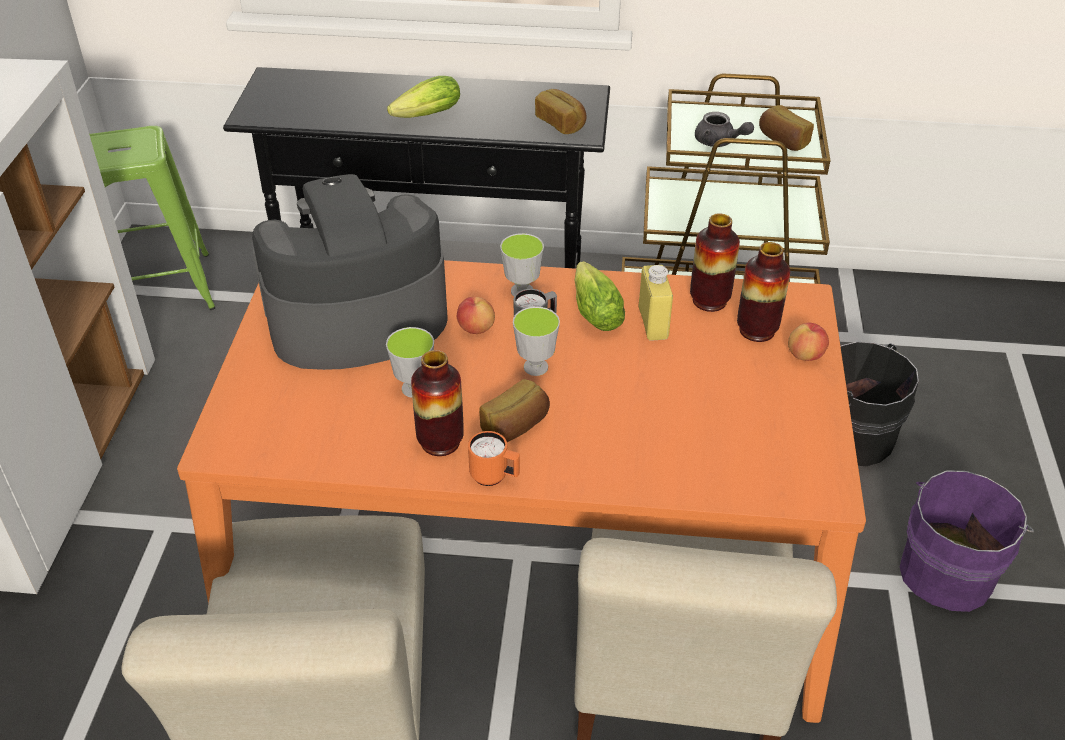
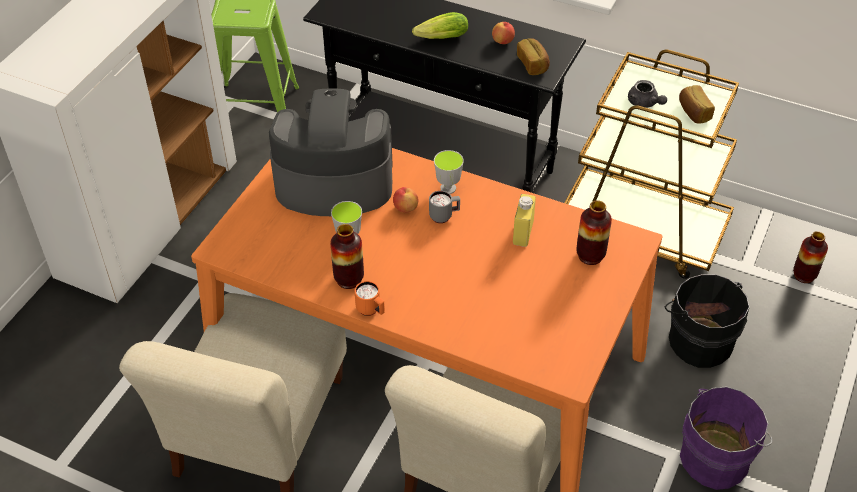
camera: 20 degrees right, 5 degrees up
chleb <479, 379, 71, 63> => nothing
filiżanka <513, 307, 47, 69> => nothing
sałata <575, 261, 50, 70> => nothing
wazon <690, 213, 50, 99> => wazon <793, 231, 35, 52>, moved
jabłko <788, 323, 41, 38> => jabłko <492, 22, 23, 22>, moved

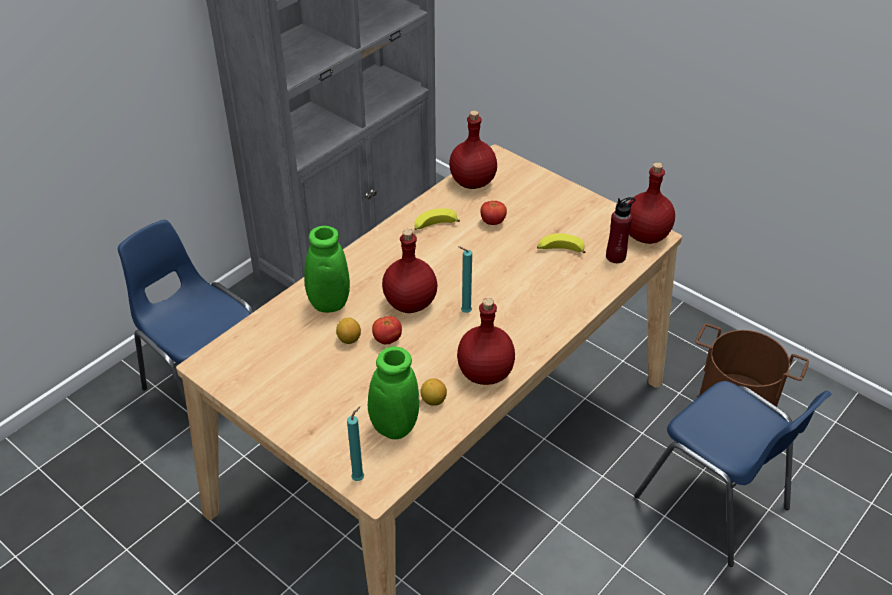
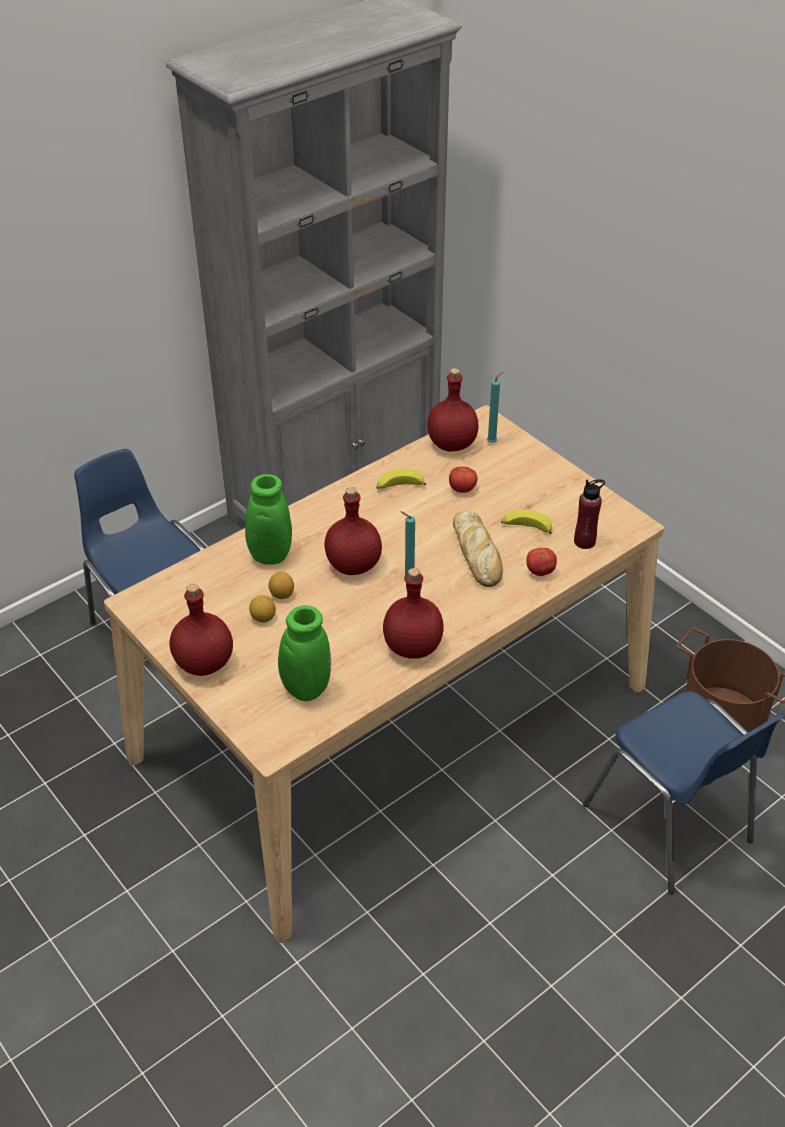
camera: 10 degrees right, 0 degrees up
świeca (turkusowy) <347, 406, 17, 75> => świeca (turkusowy) <487, 372, 16, 71>, moved
pomidor <372, 316, 30, 28> => pomidor <526, 548, 31, 28>, moved
cytryna <420, 378, 27, 28> => cytryna <249, 595, 27, 27>, moved
butelka (czerwony) <628, 162, 47, 82> => butelka (czerwony) <170, 584, 63, 92>, moved
nothing => chleb <453, 511, 50, 76>

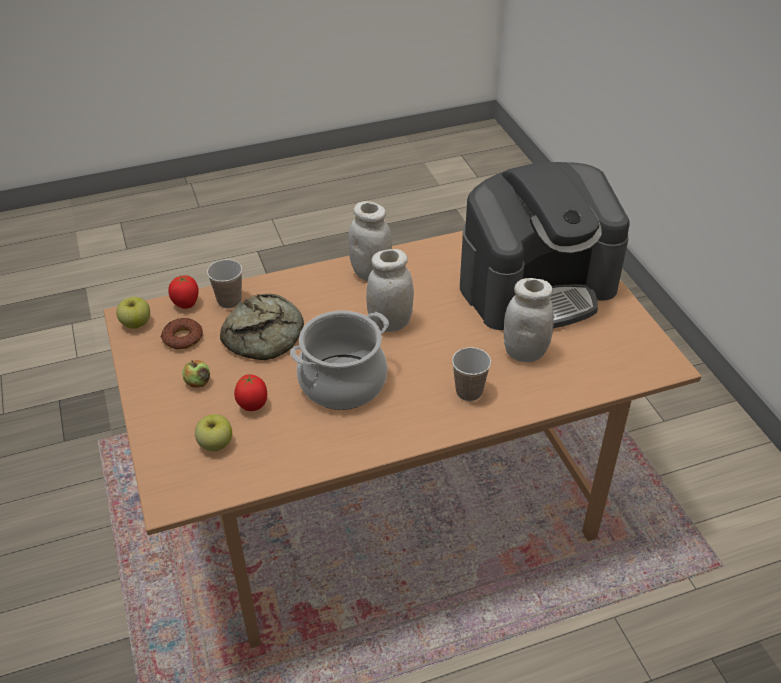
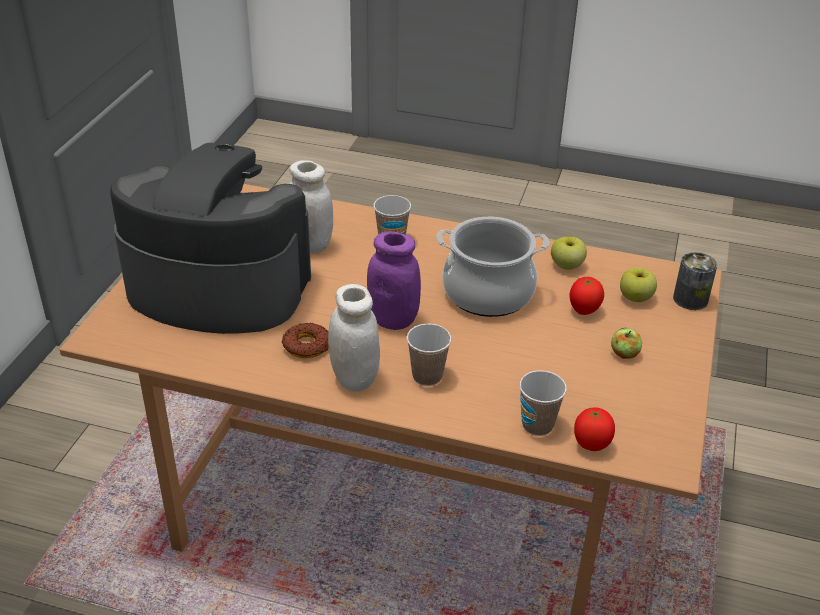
camera: 145 degrees left, 5 degrees down
jabłko <116, 297, 34, 32> => jabłko <551, 236, 36, 34>, moved
donut <161, 318, 42, 31> => donut <282, 323, 47, 35>, moved
chleb <220, 294, 84, 66> => nothing
słoik (biały) <366, 249, 48, 83> => słoik (fioletowy) <367, 231, 54, 99>
nothing => filiżanka <407, 324, 44, 62>
nothing => puszka <673, 252, 45, 58>

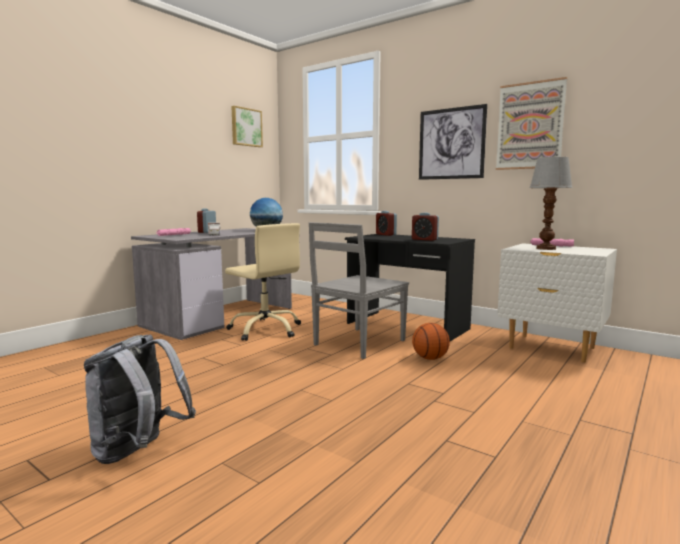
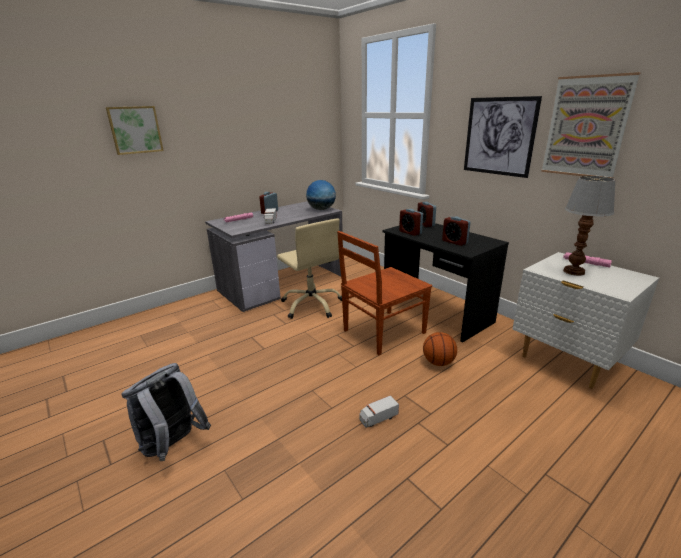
camera: 15 degrees right, 15 degrees up
obraz <231, 106, 32, 41> => obraz <106, 106, 58, 49>, moved
krzesło (szary) <309, 222, 100, 137> => krzesło (brązowy) <337, 231, 95, 124>
nothing => ciężarówka zabawkowa <359, 395, 40, 33>
nothing => budzik <399, 209, 24, 27>

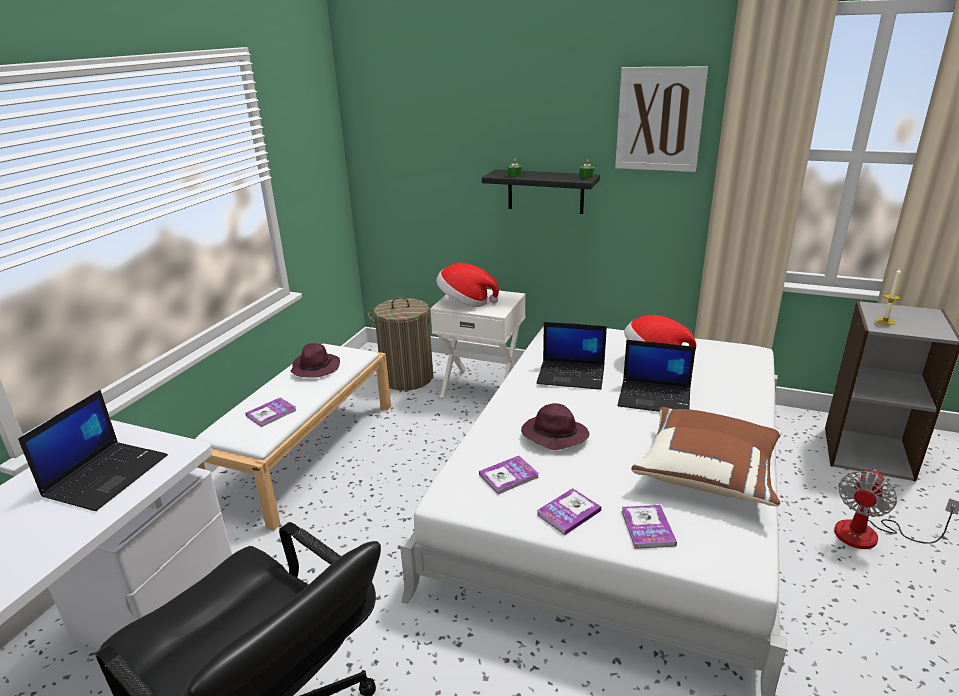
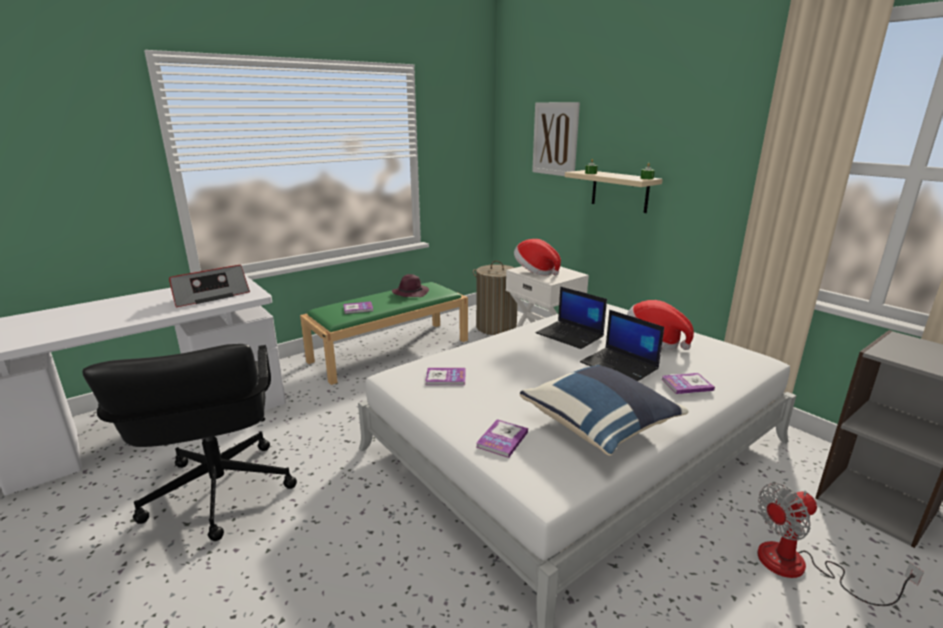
camera: 30 degrees right, 5 degrees down
laptop <18, 390, 150, 121> => radio <169, 265, 81, 42>
ławka (biały) <195, 343, 196, 188> => ławka (zielony) <300, 282, 168, 103>
półka (czarny) <482, 169, 118, 45> => półka (beżowy) <565, 170, 98, 43>
kapelusz (fioletowy) <521, 403, 68, 47> => nothing
książka <536, 488, 65, 47> => książka <661, 373, 54, 21>, moved
obraz <615, 67, 93, 105> => obraz <532, 102, 48, 74>, moved
poduszka (brązowy) <631, 407, 151, 100> => poduszka (niebieski) <520, 365, 169, 91>
świeca <875, 268, 26, 57> => nothing

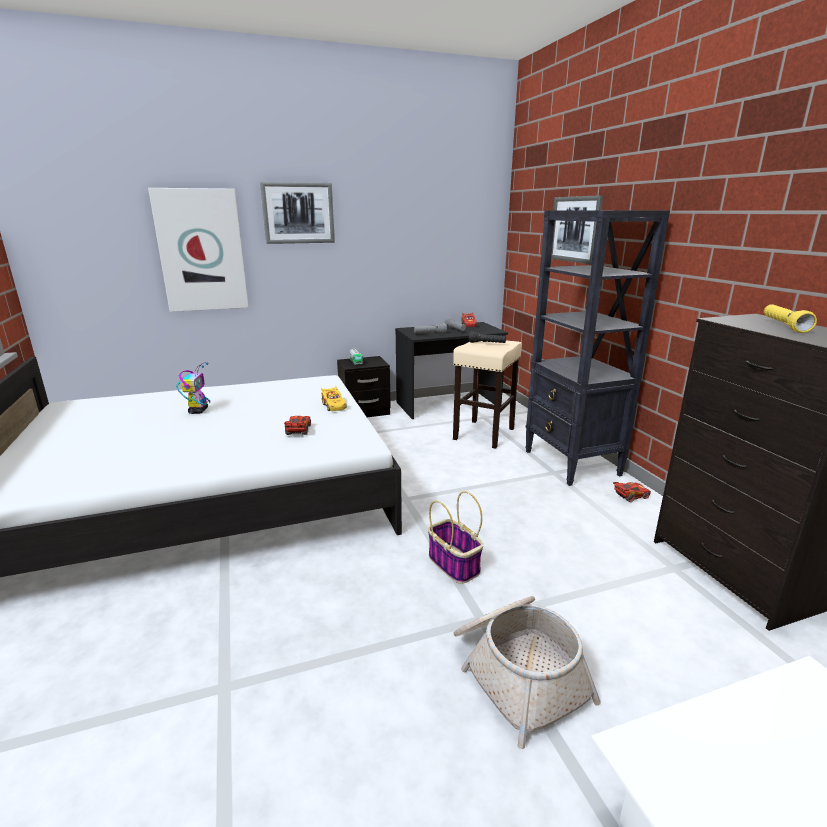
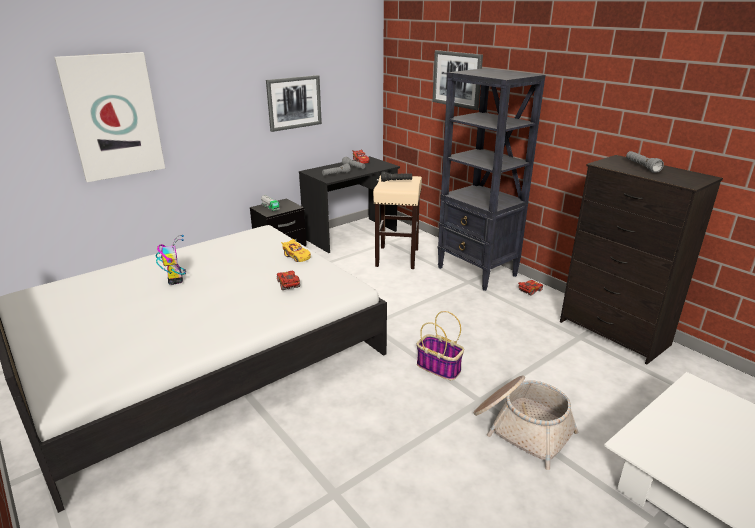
camera: 20 degrees left, 5 degrees up
obraz <260, 182, 75, 62> => obraz <266, 75, 56, 57>, moved
latarka (żółty) <764, 304, 53, 29> => latarka (szary) <626, 151, 38, 22>

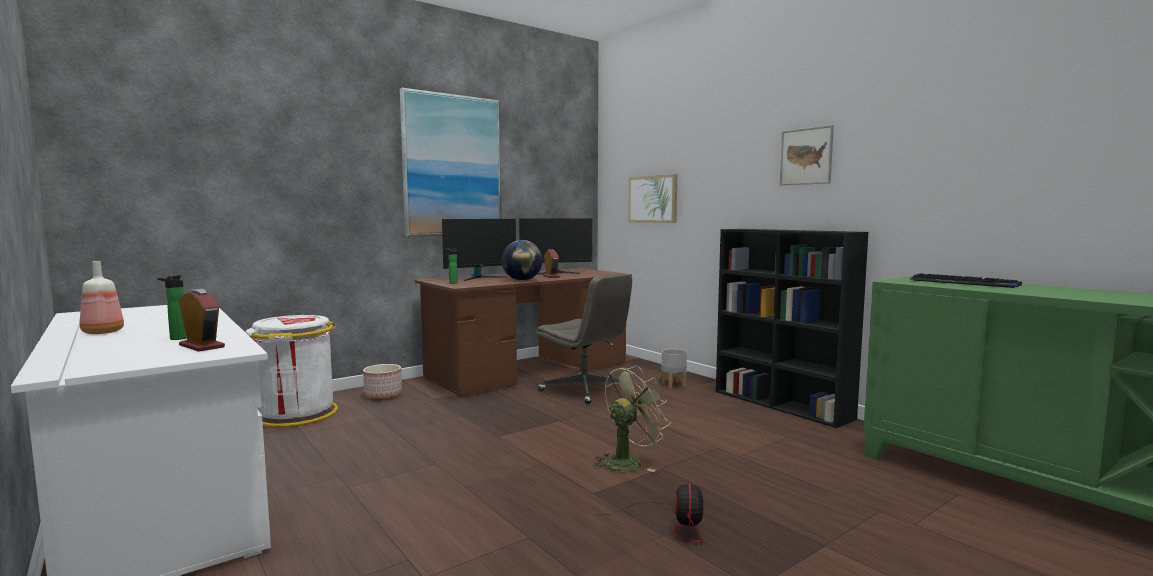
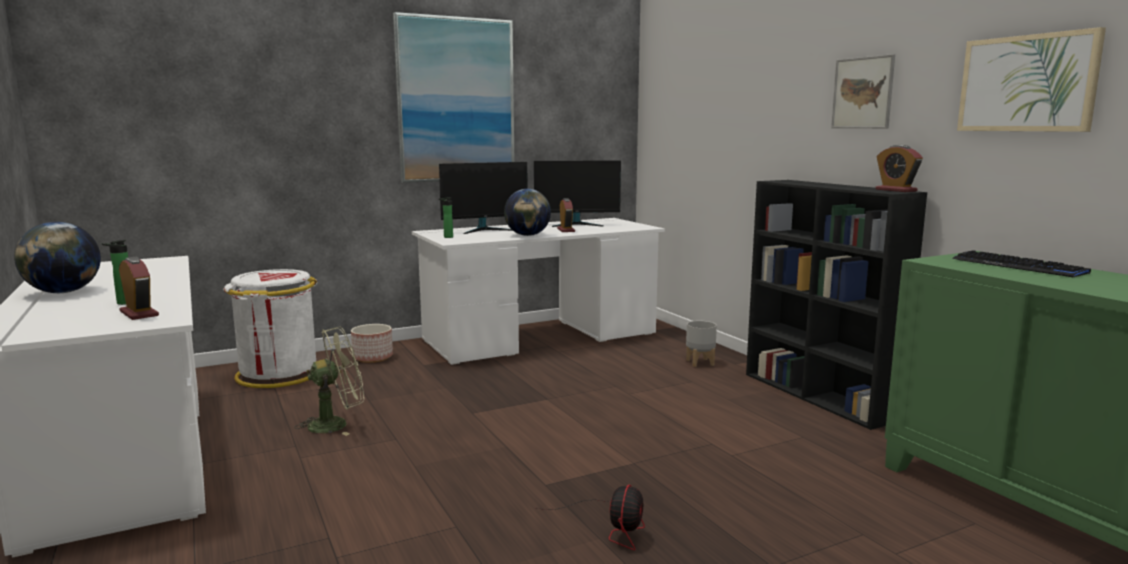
camera: 10 degrees right, 5 degrees up
butelka <80, 261, 44, 73> => globus <14, 222, 87, 71>
biurko (brązowy) <415, 268, 217, 129> => biurko (biały) <412, 218, 253, 147>
krzesło biurowe (szary) <537, 273, 95, 131> => nothing
wentylator (zielony) <592, 365, 79, 107> => wentylator (zielony) <295, 326, 69, 110>, moved
obraz <628, 174, 49, 49> => obraz <957, 27, 149, 105>, moved
nothing => budzik <875, 145, 48, 47>

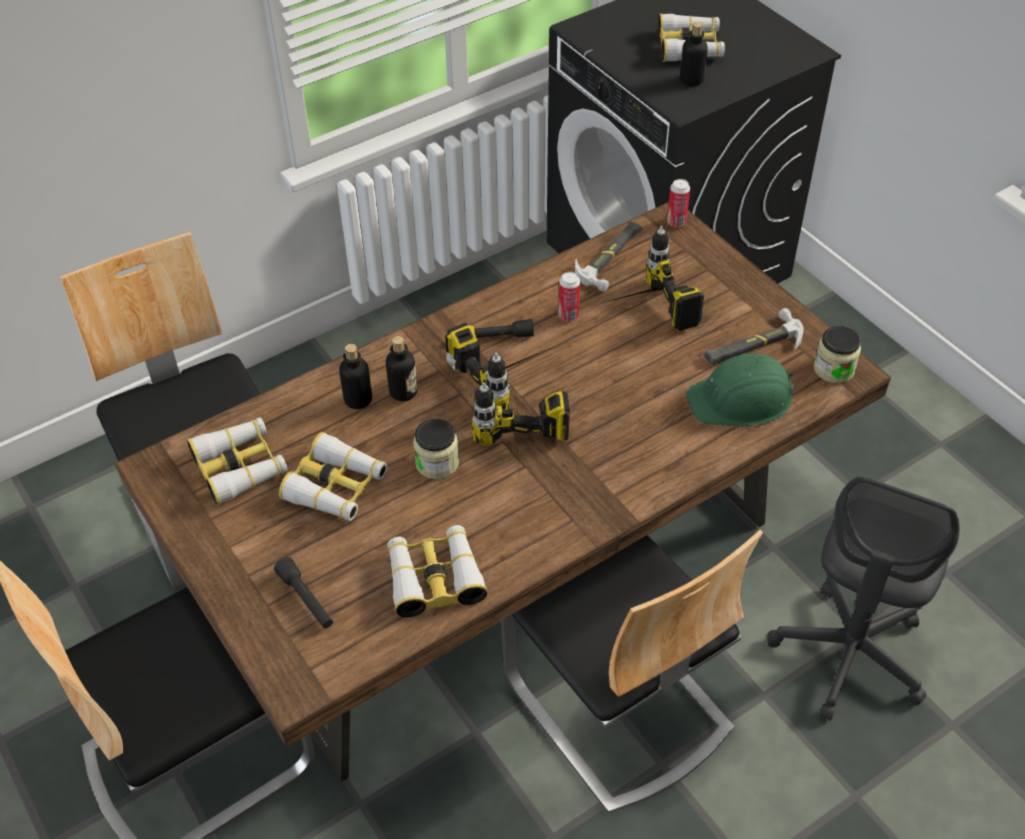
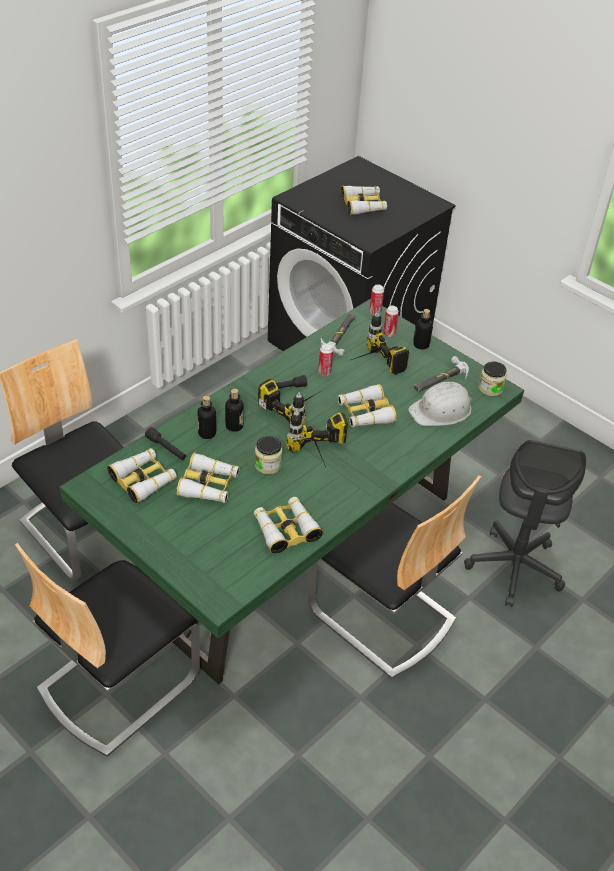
camera: 15 degrees left, 5 degrees down
stół jadalny (brązowy) <114, 202, 777, 580> => stół jadalny (zielony) <59, 299, 465, 385>
latarka (czarny) <274, 557, 59, 71> => latarka (czarny) <145, 427, 41, 33>, moved
butelka <680, 22, 28, 64> => butelka <413, 309, 20, 40>, moved
kask (zielony) <686, 354, 111, 72> => kask (biały) <408, 382, 64, 44>
nothing => lornetka <338, 384, 59, 43>
nothing => puszka <383, 306, 16, 31>

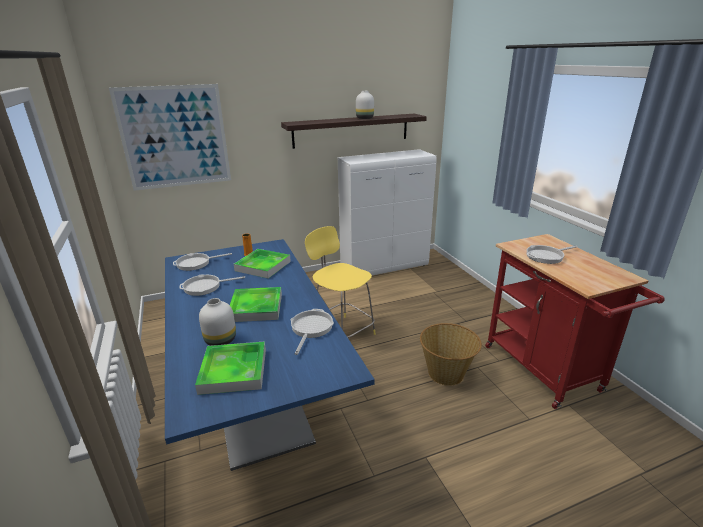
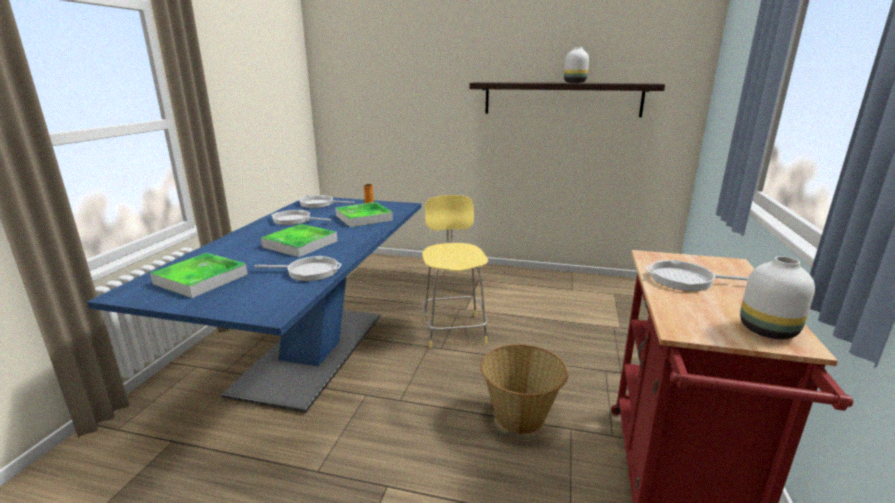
camera: 35 degrees right, 5 degrees down
obraz <109, 84, 122, 107> => nothing
wazon (biały) <199, 298, 37, 48> => wazon (biały) <740, 256, 75, 83>, moved
patelnia <291, 309, 43, 46> => patelnia <254, 256, 88, 25>, 45 degrees clockwise
szafka (biały) <338, 149, 99, 126> => nothing

